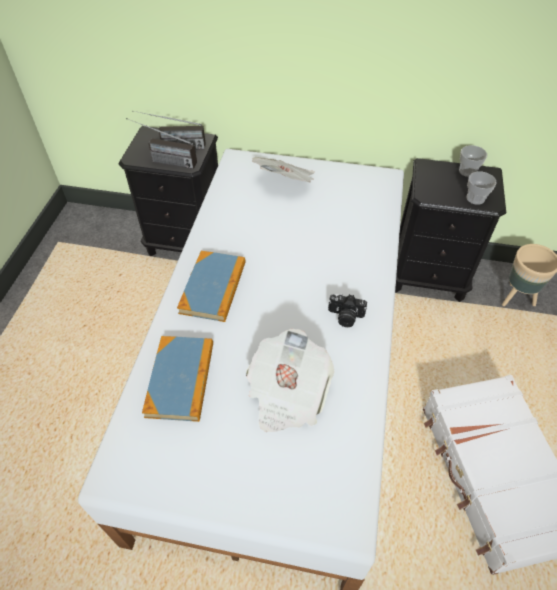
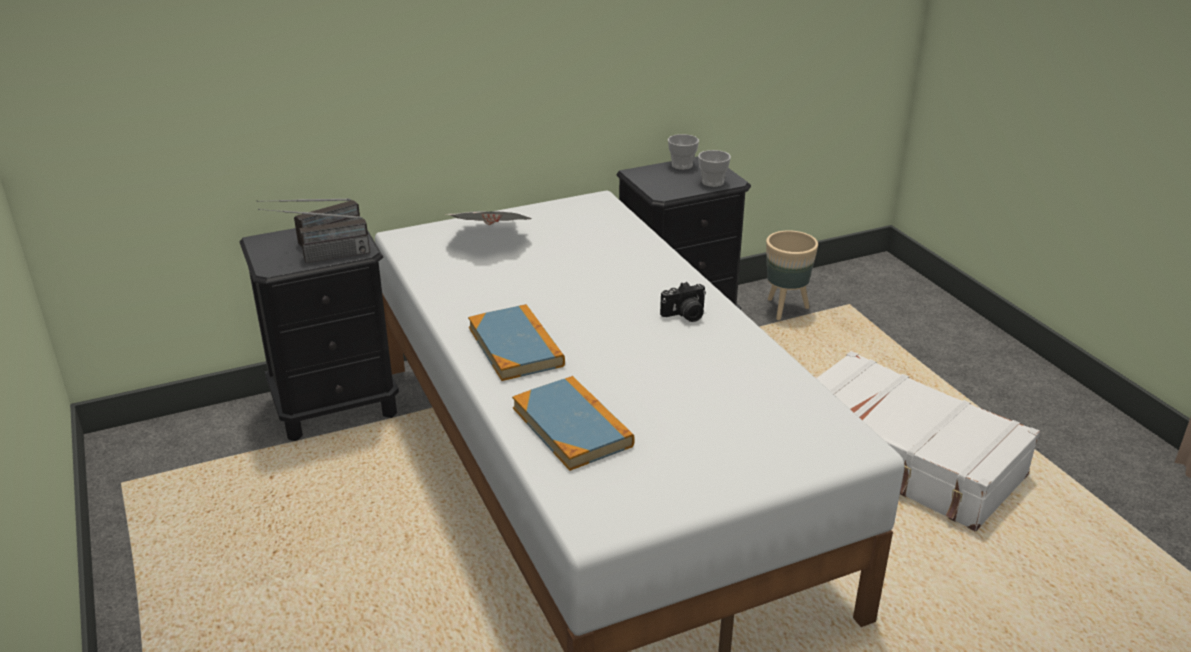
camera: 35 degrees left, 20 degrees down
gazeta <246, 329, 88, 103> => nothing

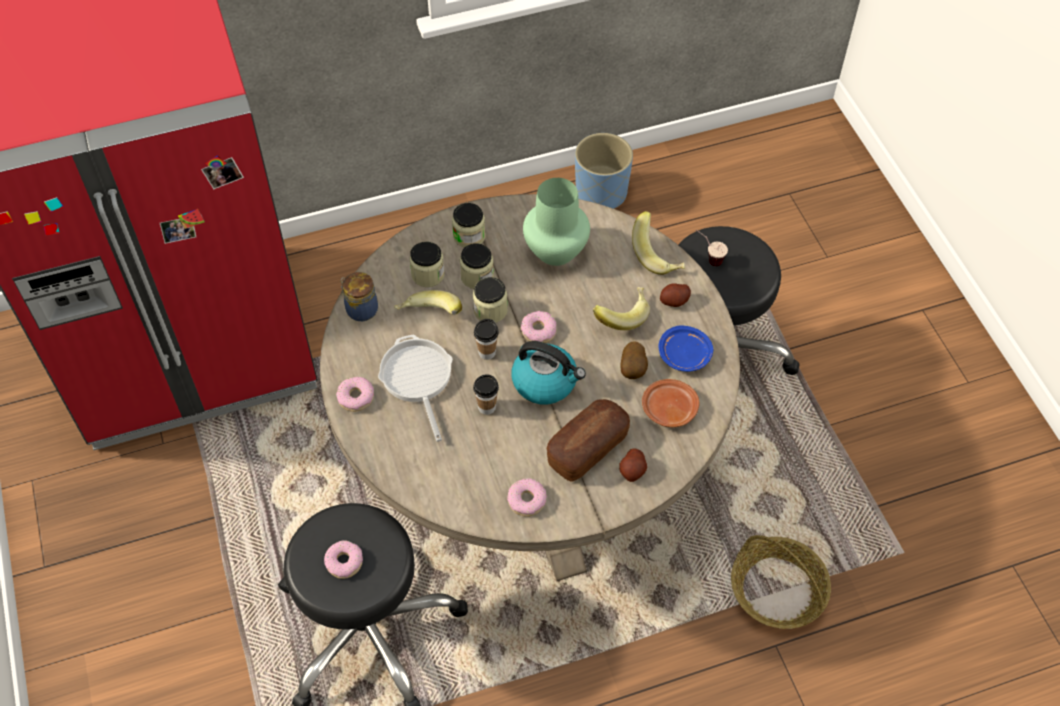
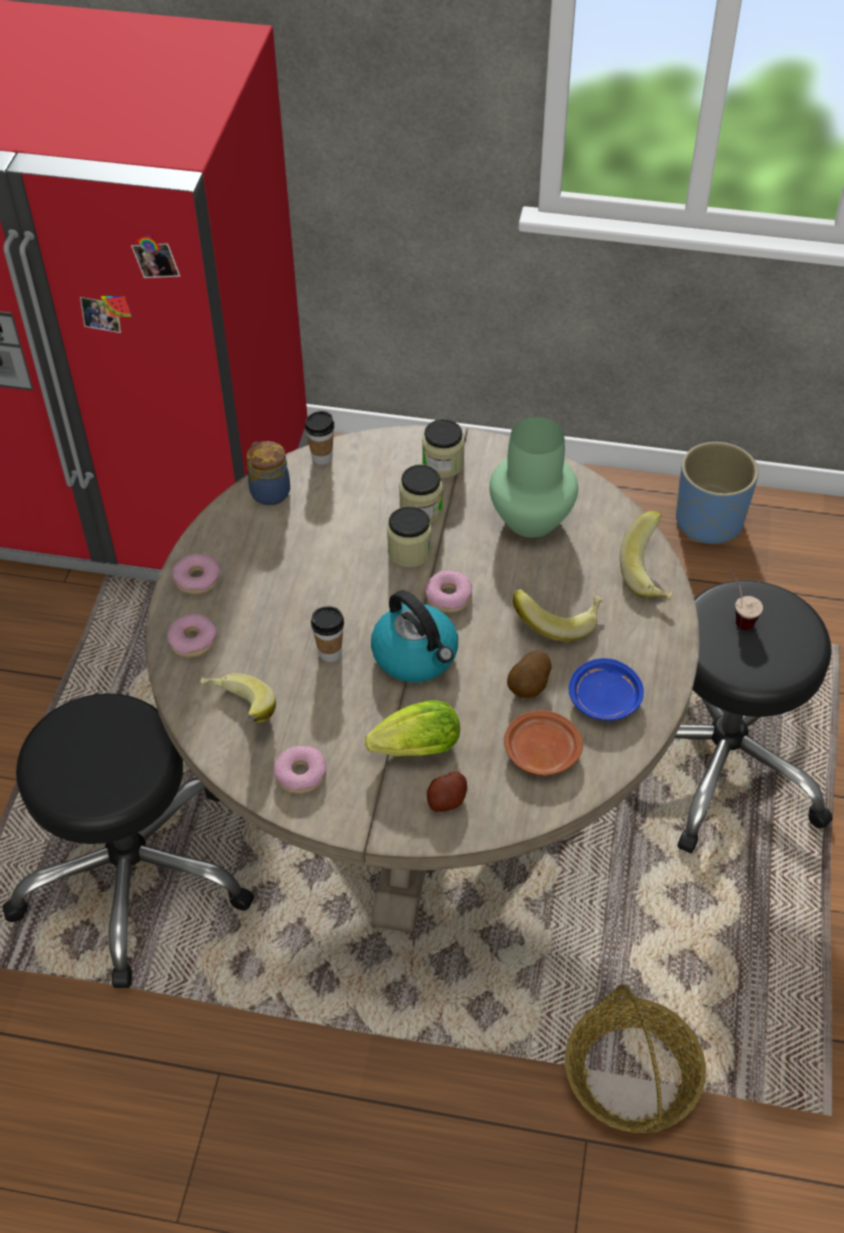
camera: 30 degrees right, 5 degrees down
donut <324, 540, 39, 39> => donut <167, 614, 50, 44>, moved
patelnia <378, 335, 75, 107> => nothing
banan <394, 290, 68, 25> => banan <200, 673, 76, 49>, moved
słoik <410, 242, 35, 45> => nothing
filiżanka <474, 319, 25, 41> => filiżanka <305, 411, 29, 54>, moved
chleb <547, 399, 83, 83> => sałata <365, 700, 95, 56>
ziemniak <660, 283, 31, 24> => nothing

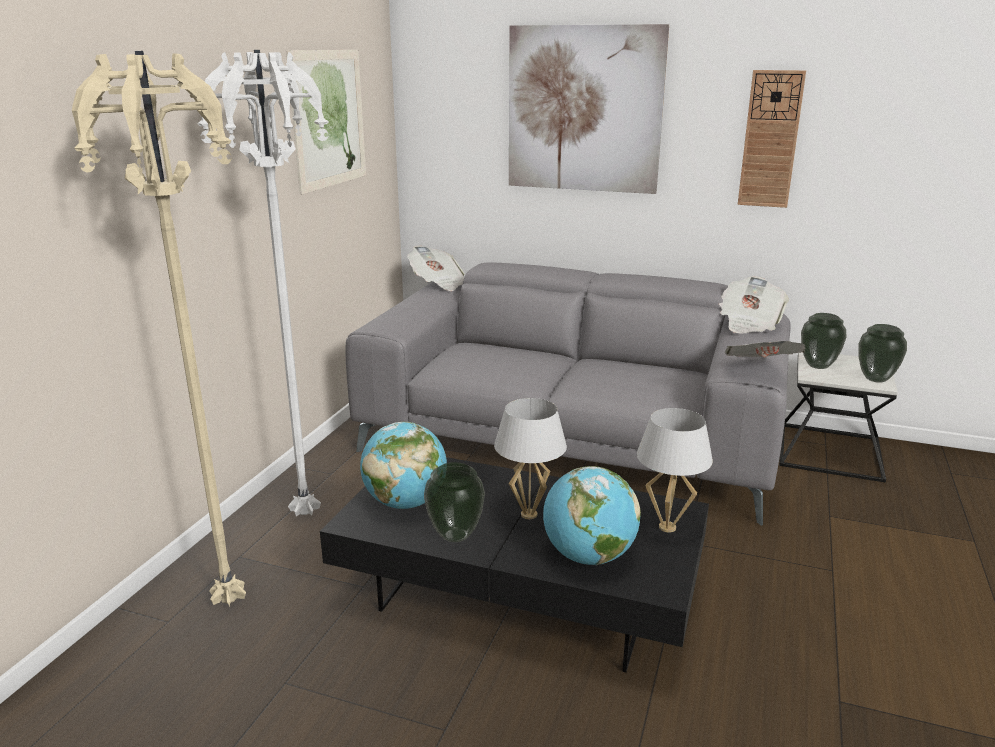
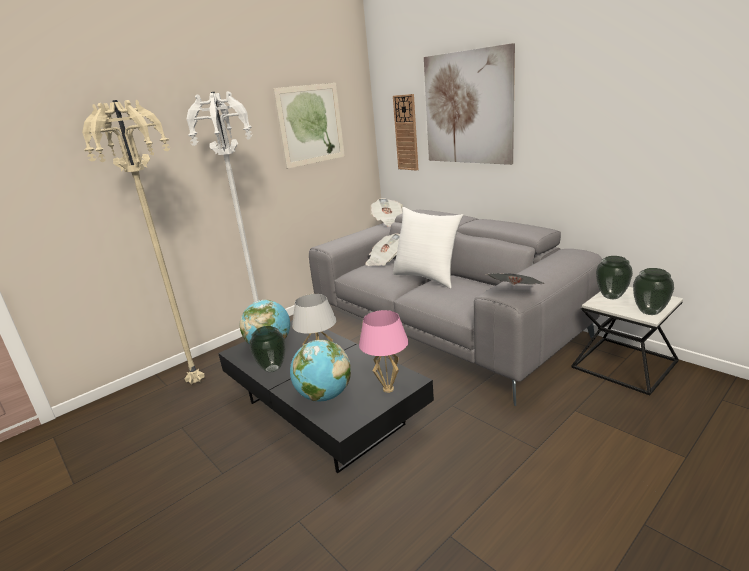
camera: 30 degrees right, 0 degrees up
lampa stołowa (biały) <637, 408, 76, 124> => lampa stołowa (różowy) <359, 310, 50, 83>
gazeta <719, 276, 70, 57> => gazeta <365, 233, 35, 33>, moved
zegar ścienny <738, 70, 68, 138> => zegar ścienny <393, 94, 25, 77>, moved
nothing => poduszka (biały) <392, 207, 71, 82>

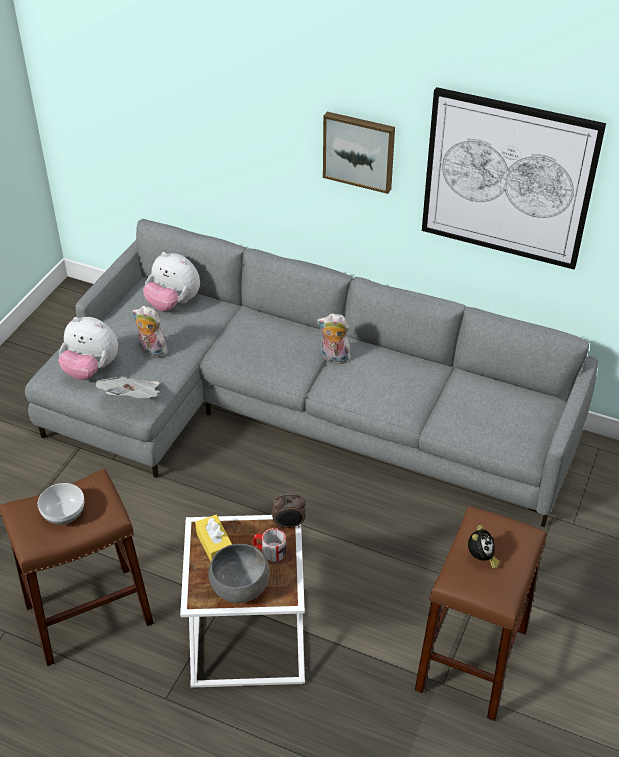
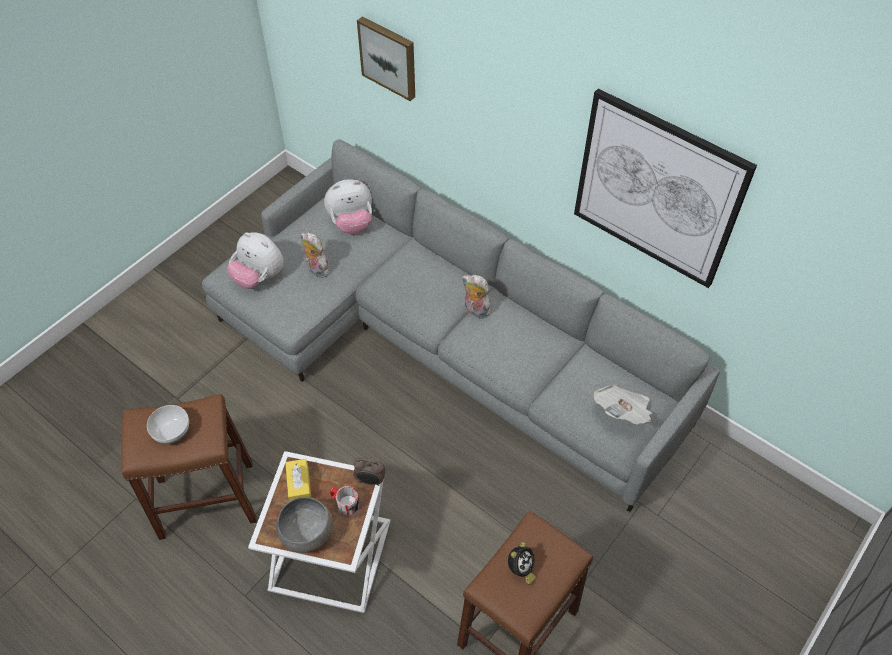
camera: 15 degrees right, 10 degrees up
gazeta <96, 376, 64, 22> => gazeta <593, 384, 59, 41>, moved
pluszak <143, 252, 57, 59> => pluszak <324, 179, 48, 56>, 60 degrees counterclockwise
obraz <323, 112, 72, 82> => obraz <357, 16, 58, 85>, moved

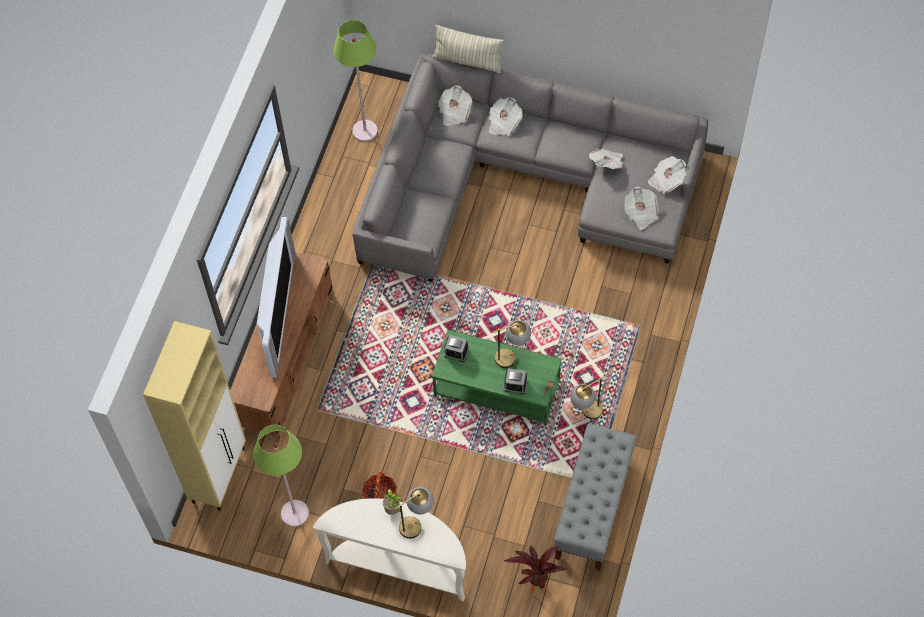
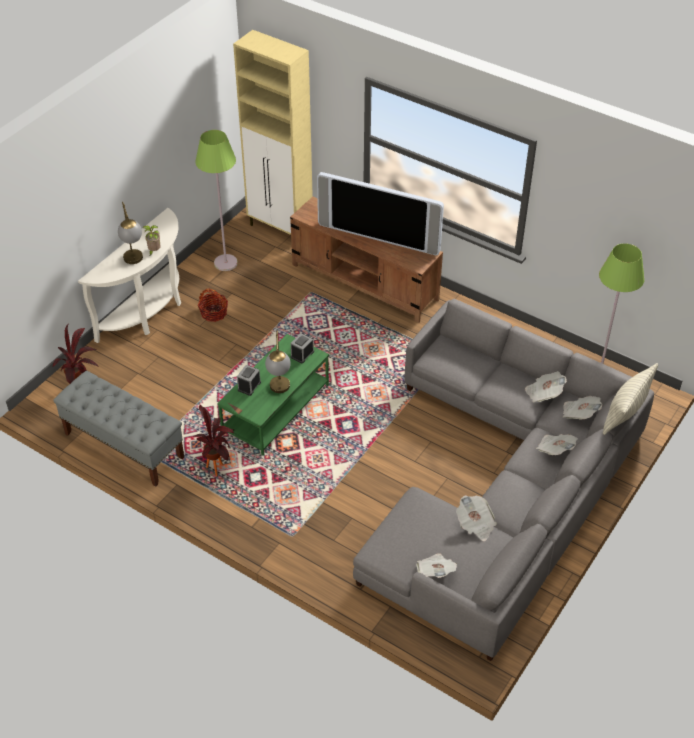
camera: 105 degrees right, 15 degrees down
lampa stołowa <570, 375, 37, 44> => roślina doniczkowa <194, 405, 40, 71>
gazeta <624, 186, 34, 44> => gazeta <525, 371, 42, 32>, moved

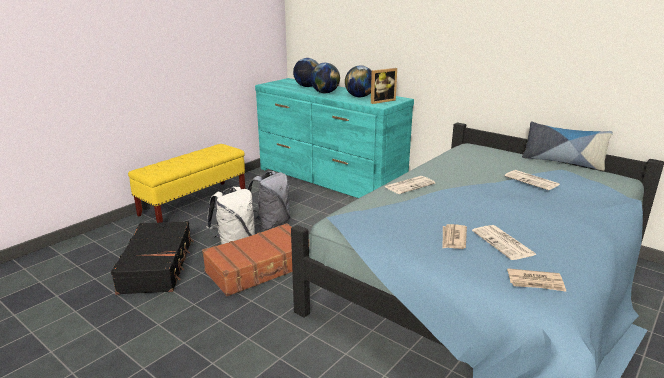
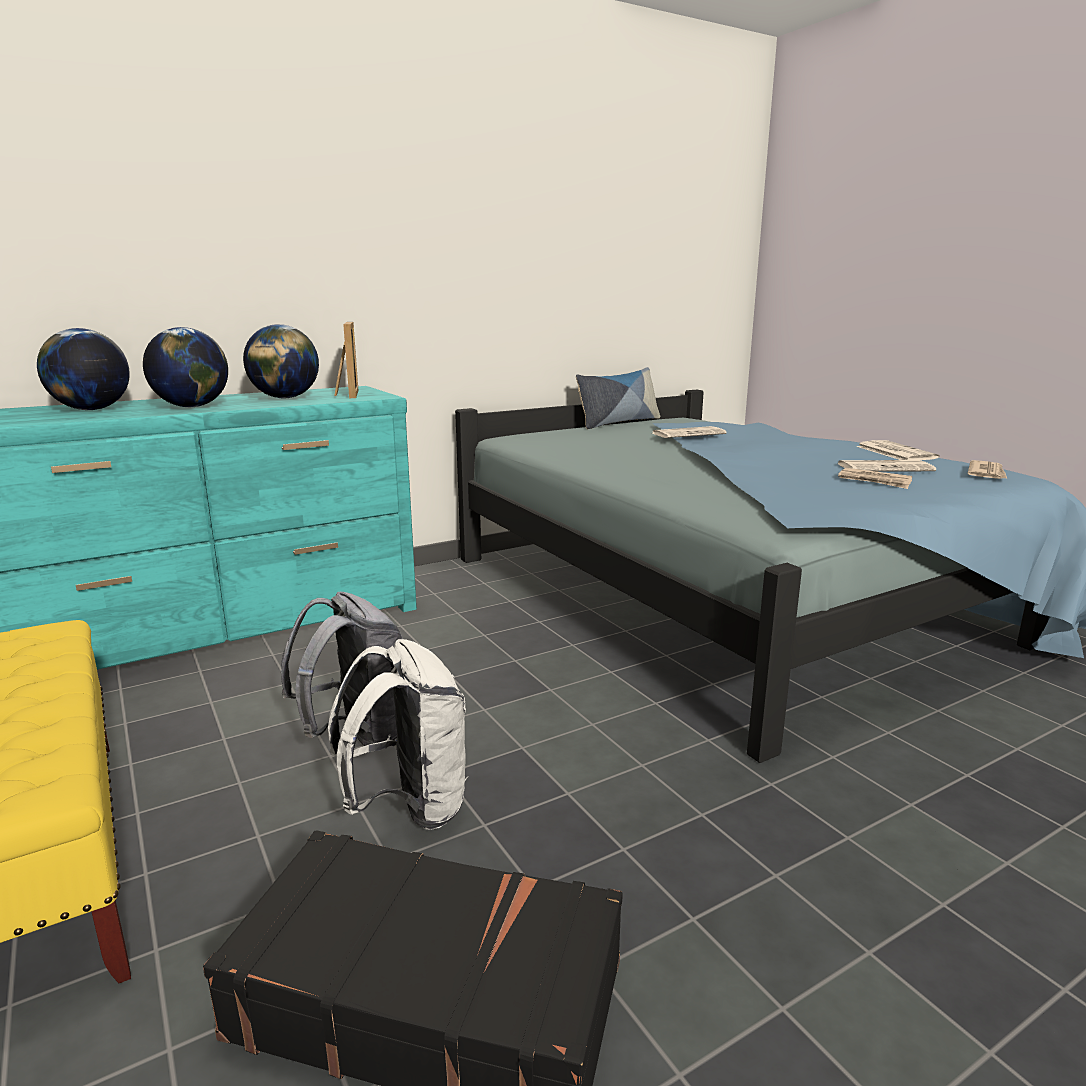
camera: 70 degrees left, 5 degrees down
walizka (brązowy) <202, 223, 90, 73> => nothing
gazeta <385, 176, 50, 18> => gazeta <856, 440, 84, 20>, moved

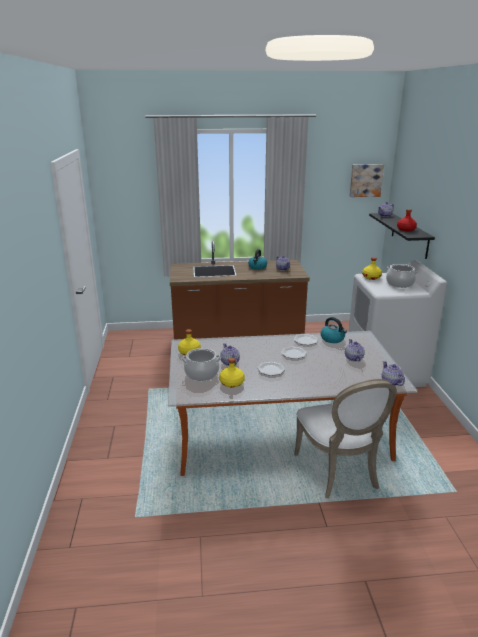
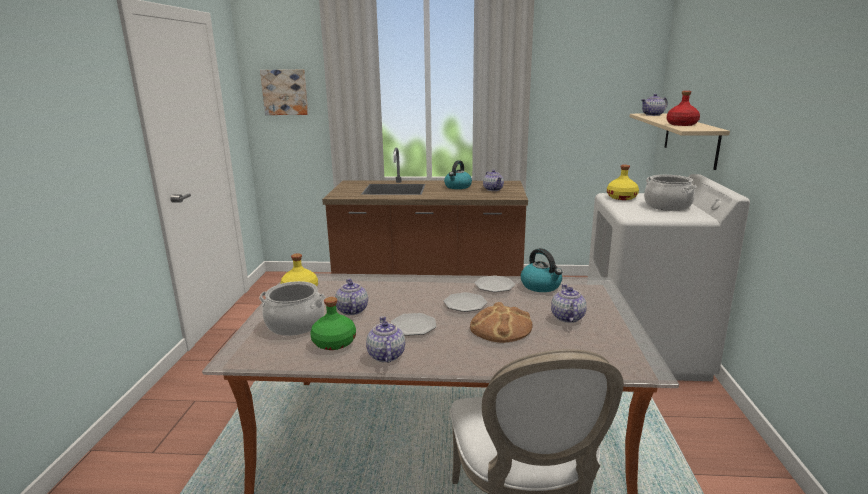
camera: 10 degrees right, 5 degrees down
butelka (żółty) <219, 358, 26, 29> => butelka (zielony) <310, 297, 46, 53>
obraz <350, 164, 34, 33> => obraz <260, 69, 48, 46>, moved
półka (czarny) <369, 213, 66, 46> => półka (beżowy) <629, 113, 101, 57>
imbryk <382, 361, 23, 25> => imbryk <366, 316, 39, 47>, moved
nothing => chleb <470, 302, 63, 41>

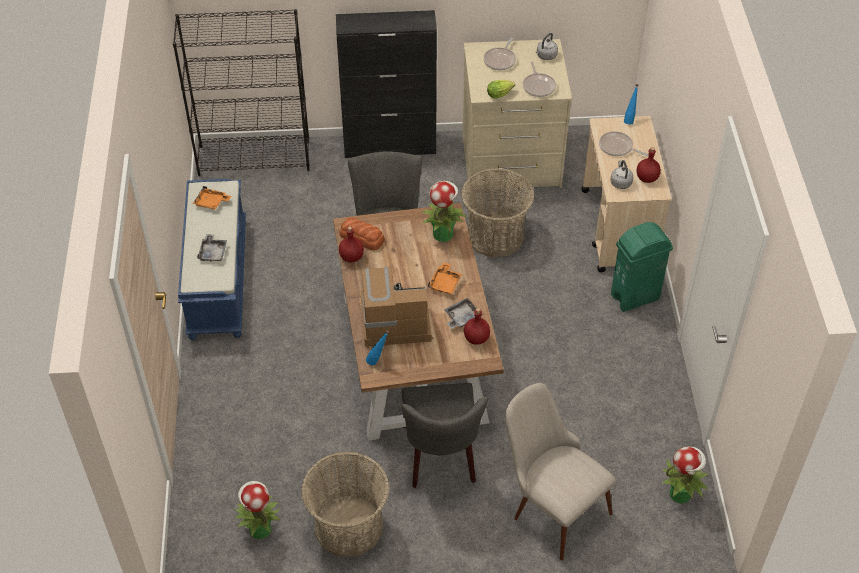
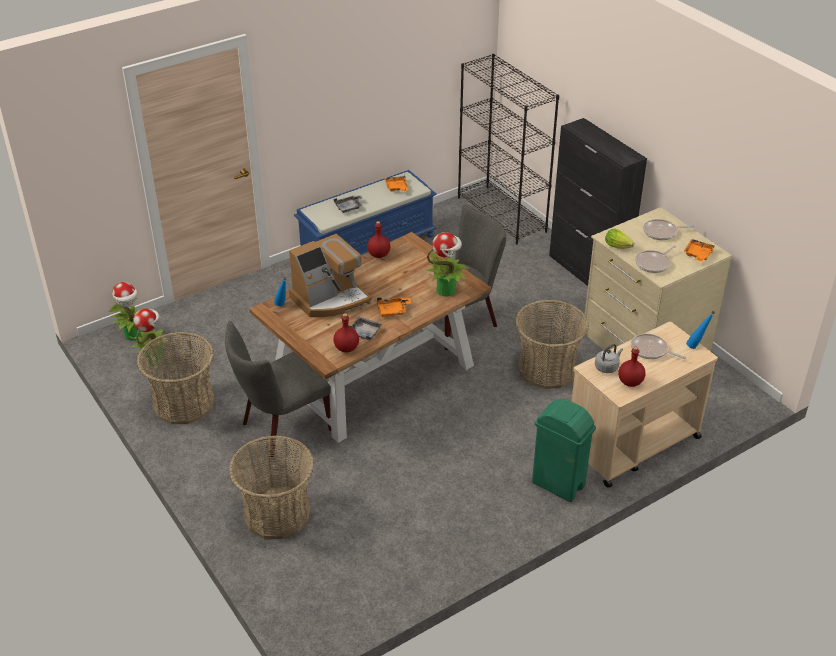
camera: 60 degrees right, 10 degrees down
chleb <339, 217, 46, 33> => nothing
ekspres do kawy <360, 267, 71, 80> => ekspres do kawy <289, 234, 83, 83>, 90 degrees clockwise
krzesło (beżowy) <505, 383, 111, 177> => koszyk <229, 435, 85, 104>
czajnik (szary) <536, 33, 22, 27> => taca (pomarańczowy) <683, 239, 32, 23>
patelnia <599, 131, 50, 25> => patelnia <631, 334, 55, 25>, 60 degrees counterclockwise
roślina doniczkowa <662, 446, 46, 57> => roślina doniczkowa <108, 282, 38, 59>, moved

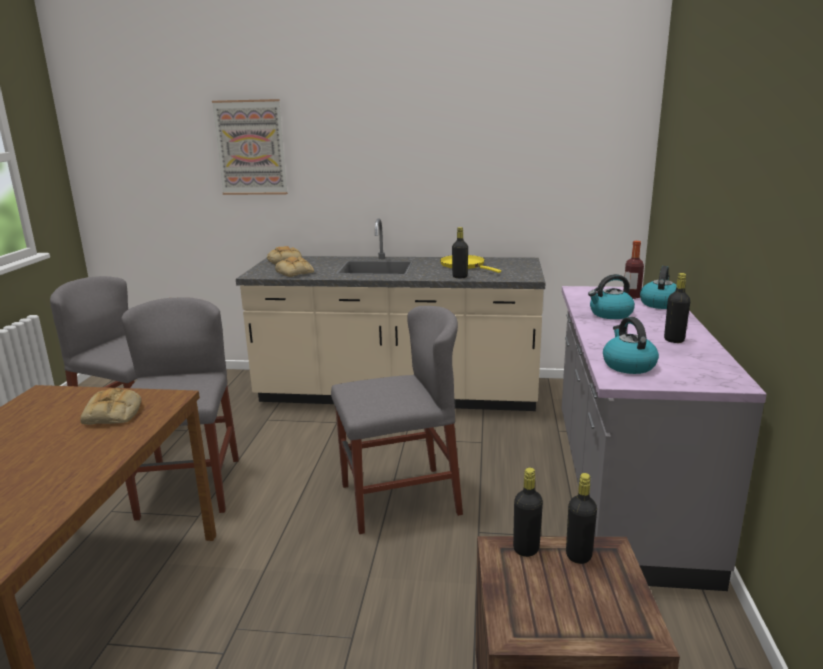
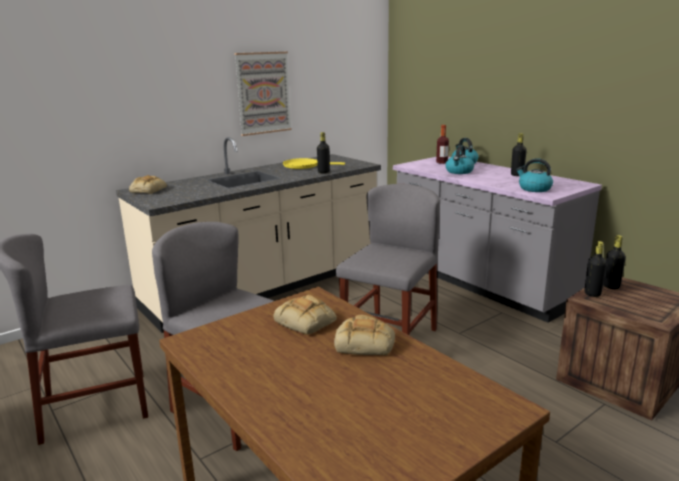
camera: 45 degrees left, 0 degrees up
obraz <212, 99, 76, 96> => obraz <234, 52, 58, 84>, moved
chleb <275, 257, 39, 20> => chleb <334, 315, 61, 40>, moved

